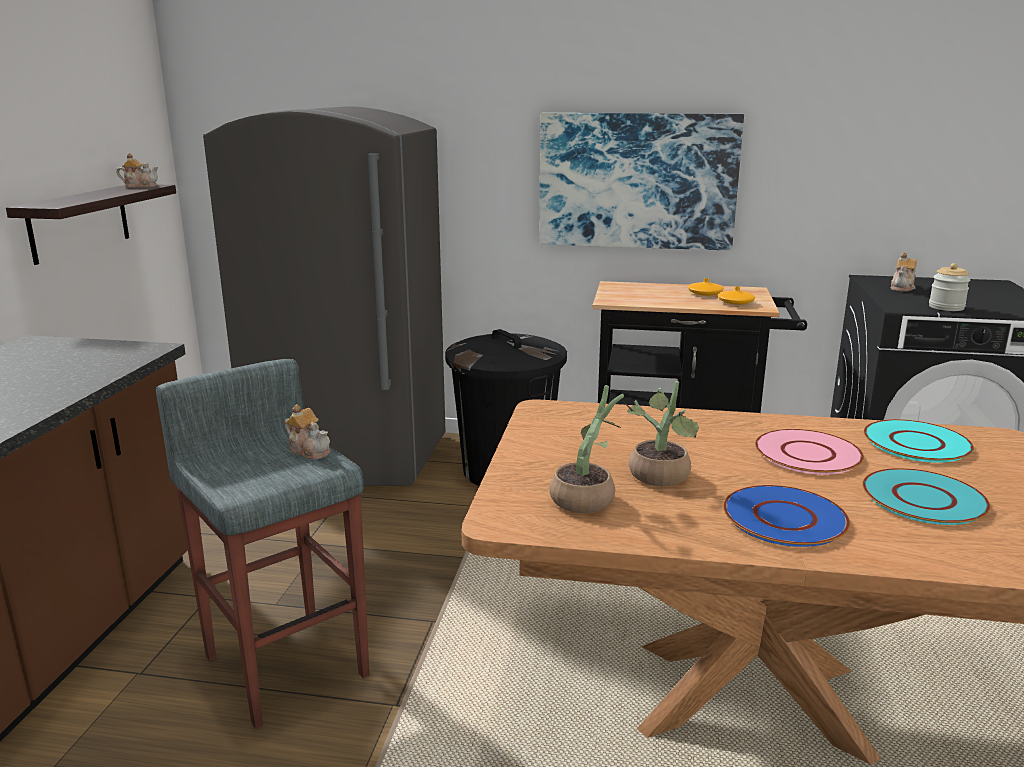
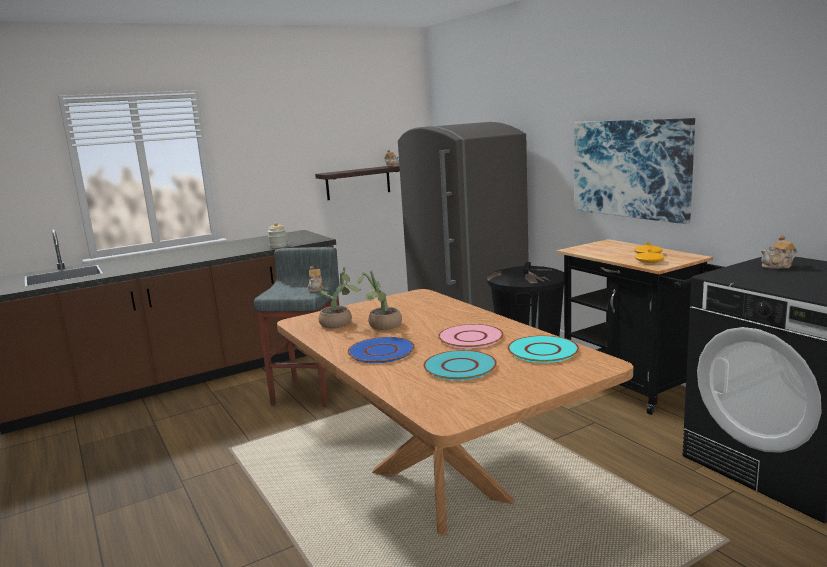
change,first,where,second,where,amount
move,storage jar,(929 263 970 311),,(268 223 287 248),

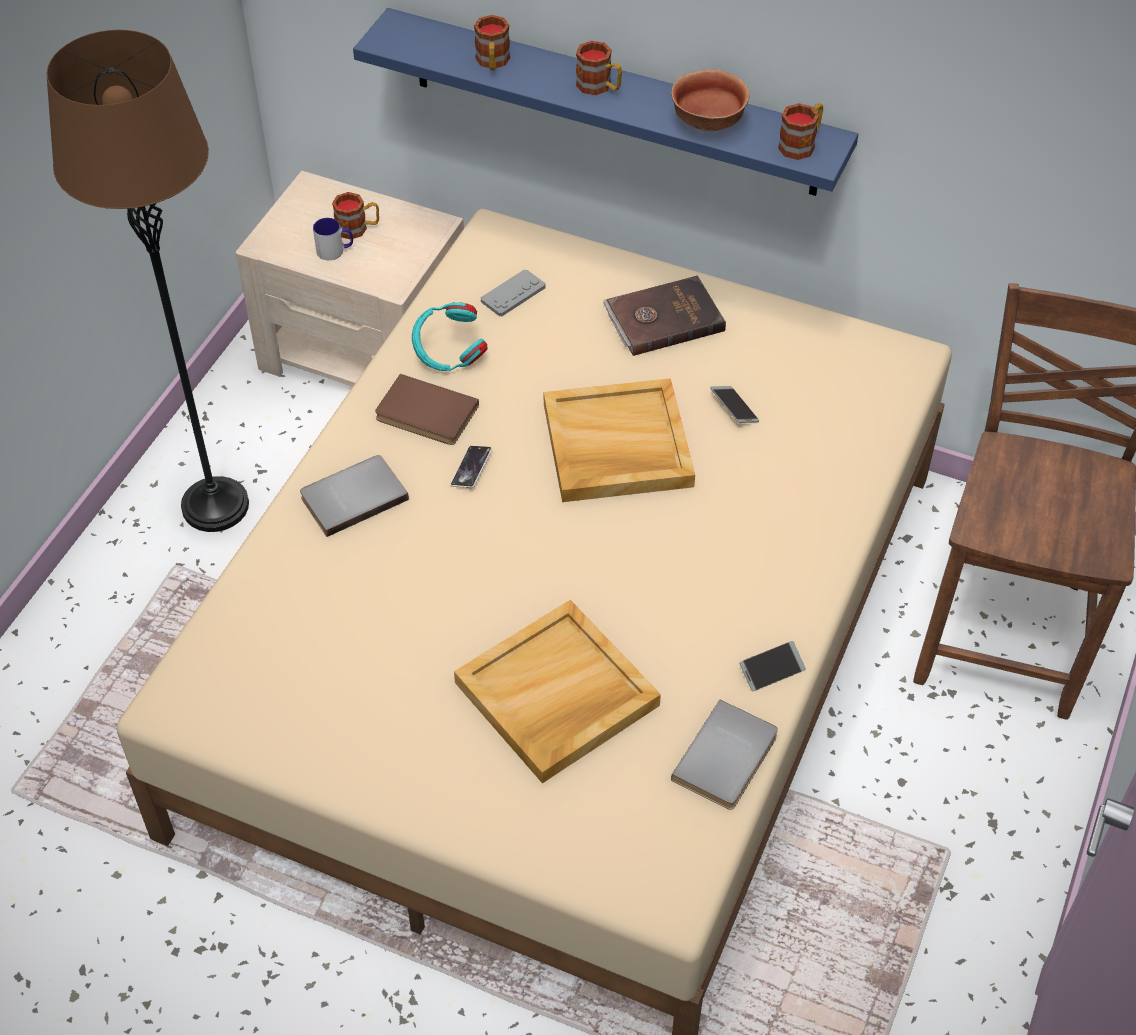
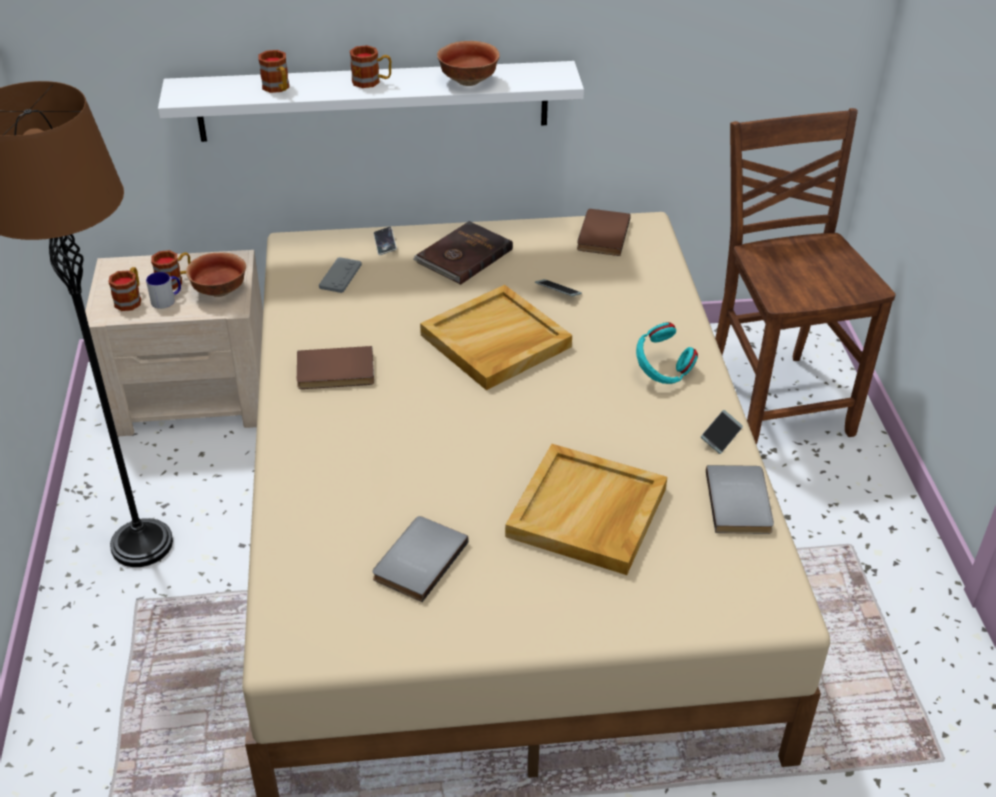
change,first,where,second,where,amount
move,grey book,(300 455 409 537),,(372 516 469 602),
recolor,blue-coloured shelf,(353 8 858 196),white-coloured shelf,(158 61 584 142),
move,blue-green headset,(412 302 487 371),,(636 322 698 384),
move,handset,(450 446 492 488),,(373 227 397 255),
move,coffee mug,(778 103 823 160),,(109 267 141 311),
insert,,,serving bowl,(186 252 246 297),
insert,,,brownish book,(577 209 631 256),

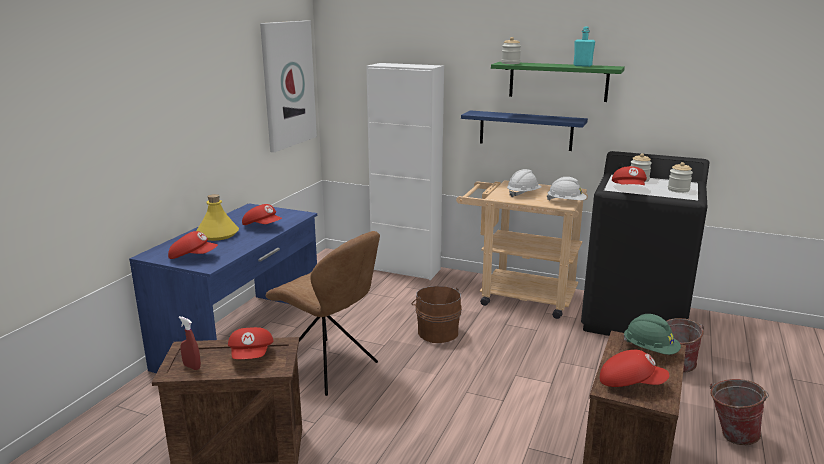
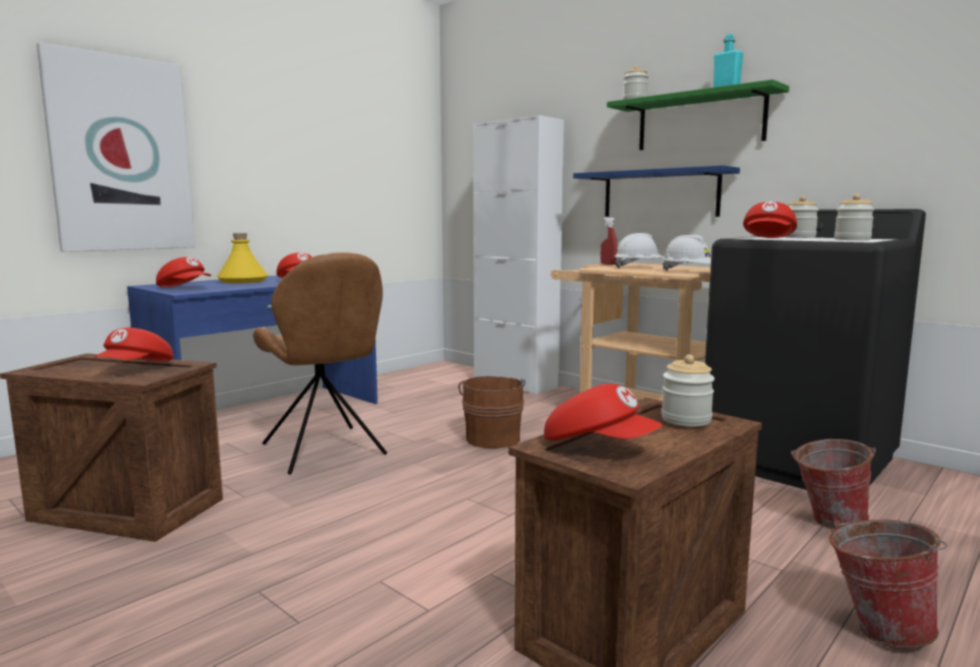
change,first,where,second,where,amount
move,reddish spray bottle,(179 316 201 370),,(600 217 617 265),
move,picture,(260 20 317 152),,(37 42 195 252),
replace,green-coloured work helmet,(624 314 681 355),storage jar,(661 354 715 427),

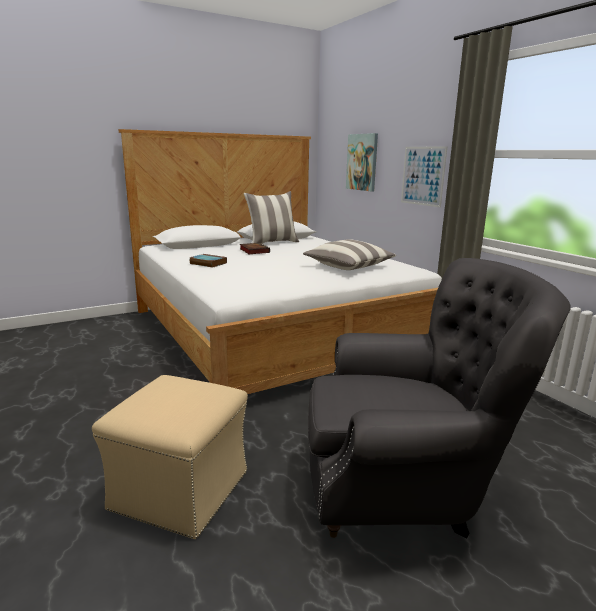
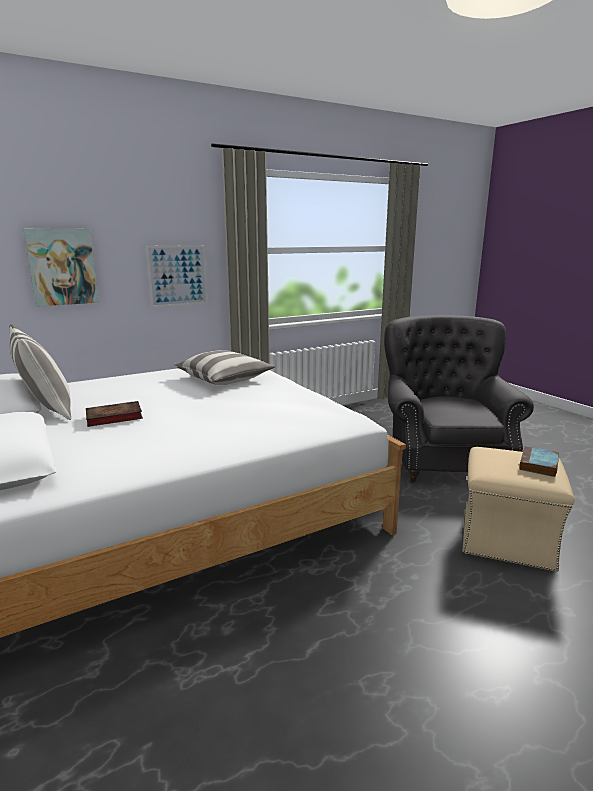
change,first,where,second,where,amount
move,book,(189 254 227 268),,(519 446 559 477),

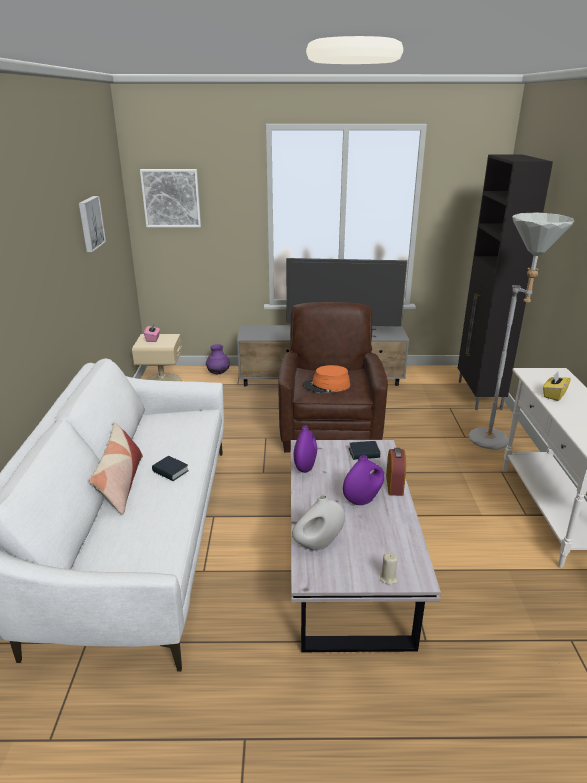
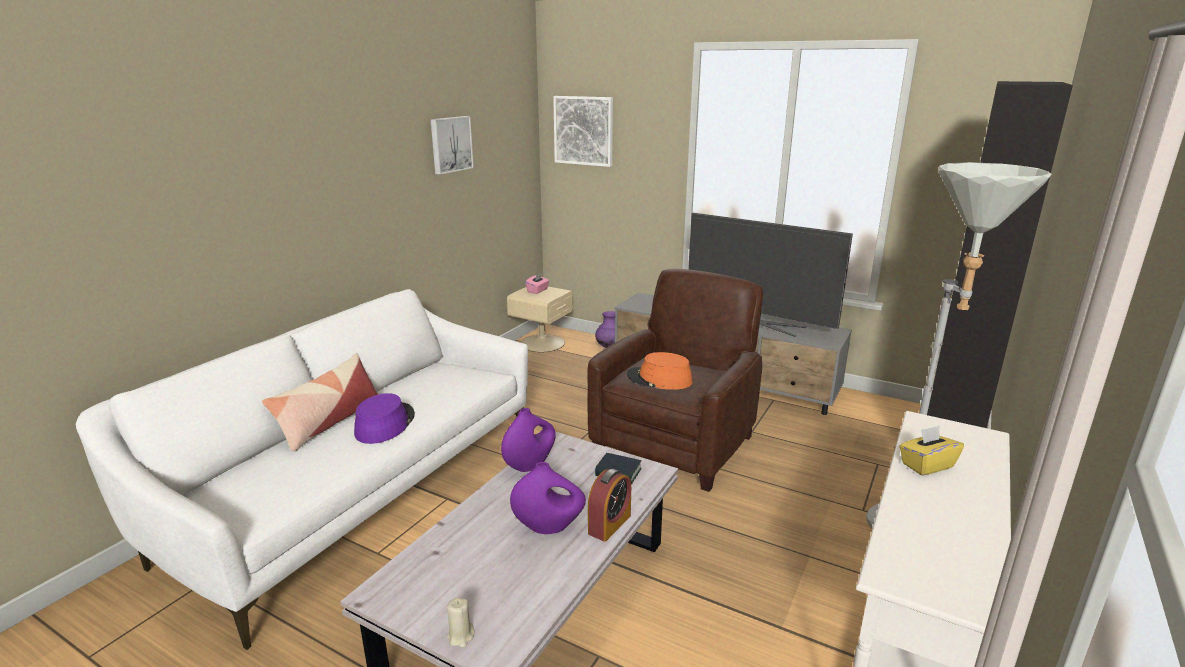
change,first,where,second,where,amount
replace,book,(152 456 189 481),purple-coloured hat,(354 393 415 444),
delete,white-coloured decorative vase,(292 495 345 551),,,

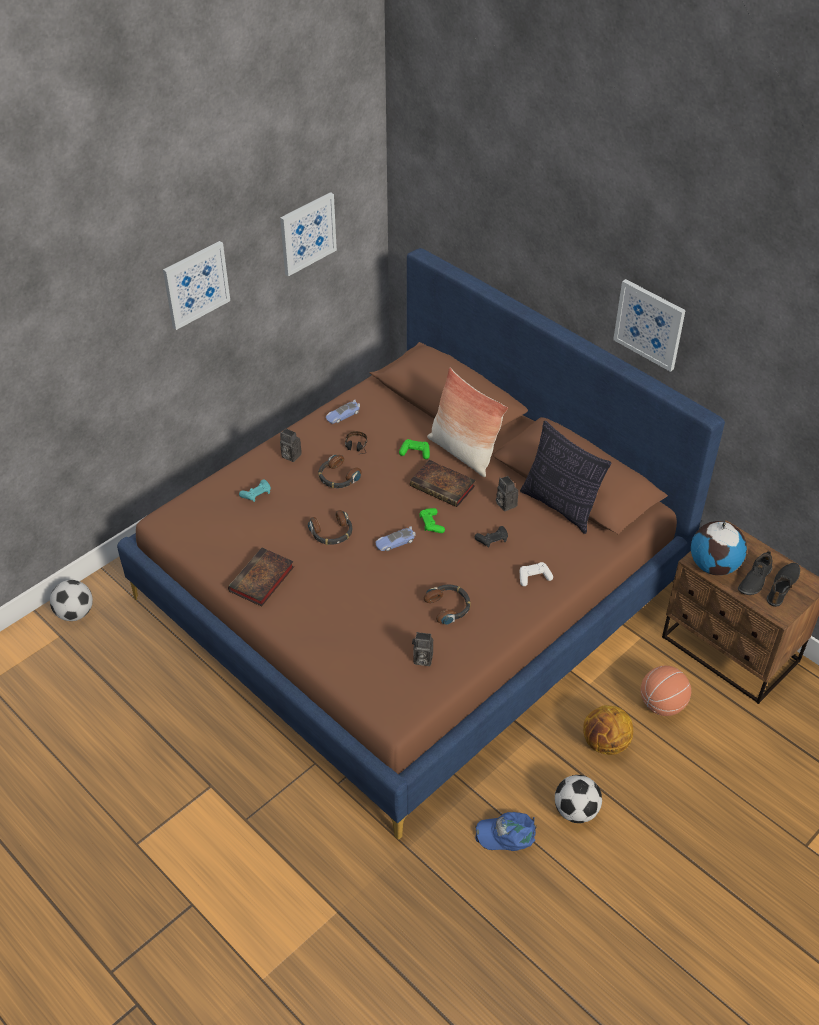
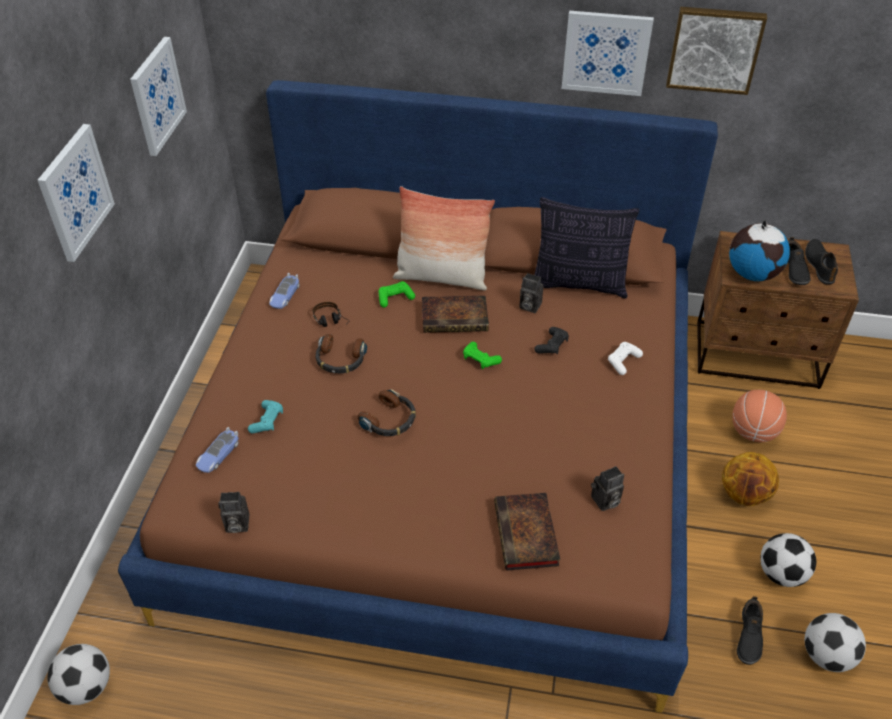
change,first,where,second,where,amount
move,book,(228 547 294 607),,(494 493 560 571),
move,photo camera,(280 428 302 462),,(218 492 249 533),
move,model car,(375 527 415 551),,(196 427 239 473),
delete,headset,(424 585 471 625),,,
replace,blue-coloured cap,(475 812 536 851),black-coloured shoe,(737 596 763 665),
insert,,,picture,(666 7 767 95),
insert,,,football ball,(805 613 866 672),

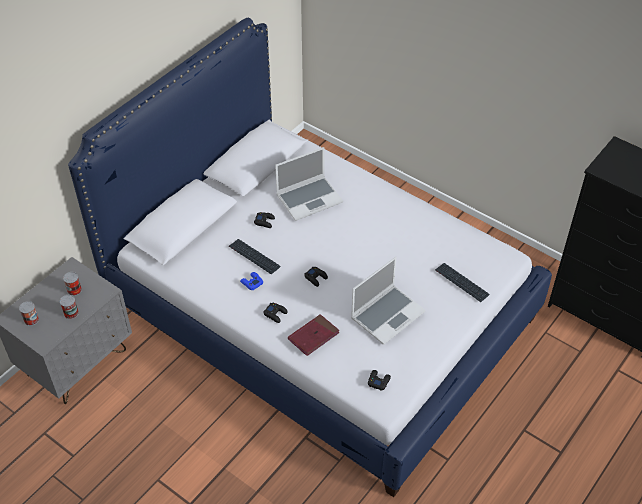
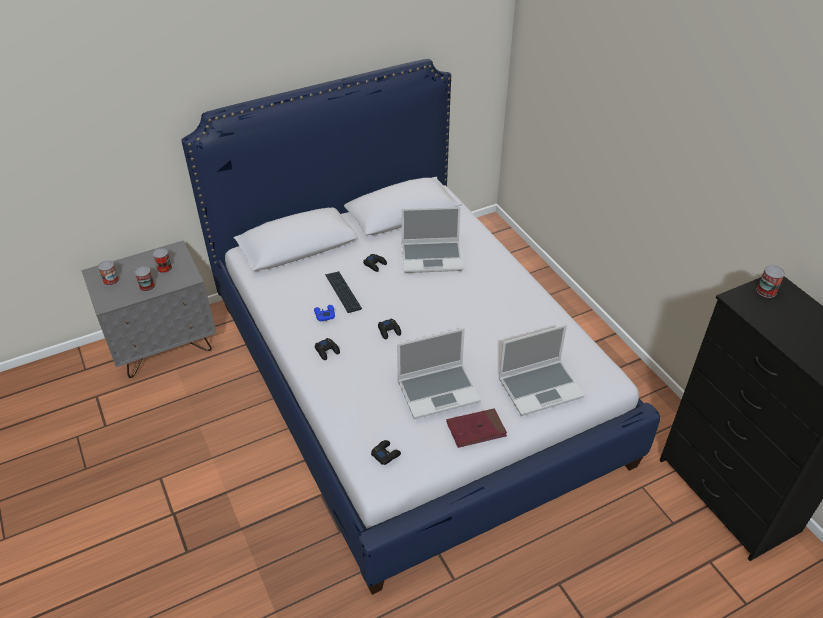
change,first,where,second,where,amount
move,reddish book,(288 314 339 356),,(447 408 507 448),
replace,computer keyboard,(435 263 489 302),notebook computer,(499 325 584 416),
insert,,,metal can,(757 265 785 298),

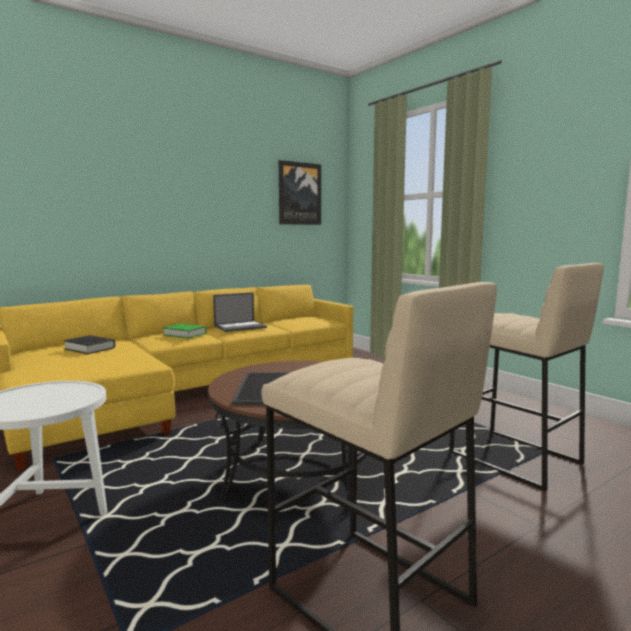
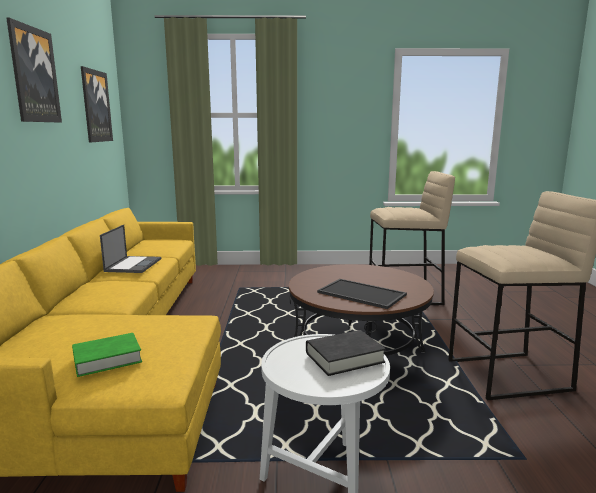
change,first,where,second,where,amount
move,black-coloured book,(64 335 115 354),,(306 330 386 376),
move,green-coloured book,(163 324 207 339),,(72 333 142 377),
insert,,,picture,(6 18 62 122),

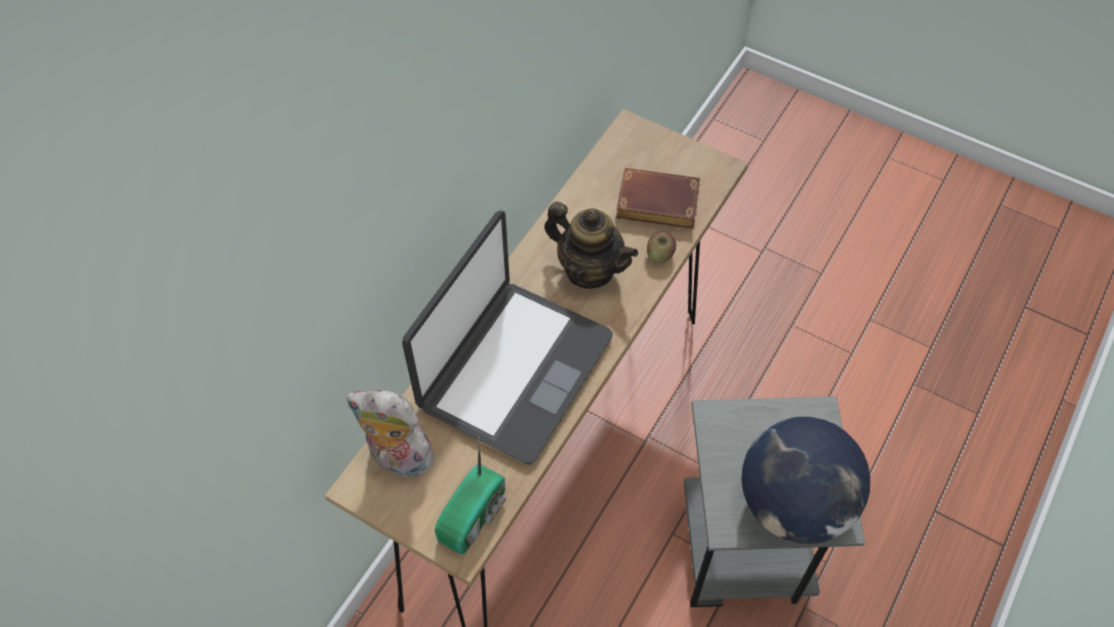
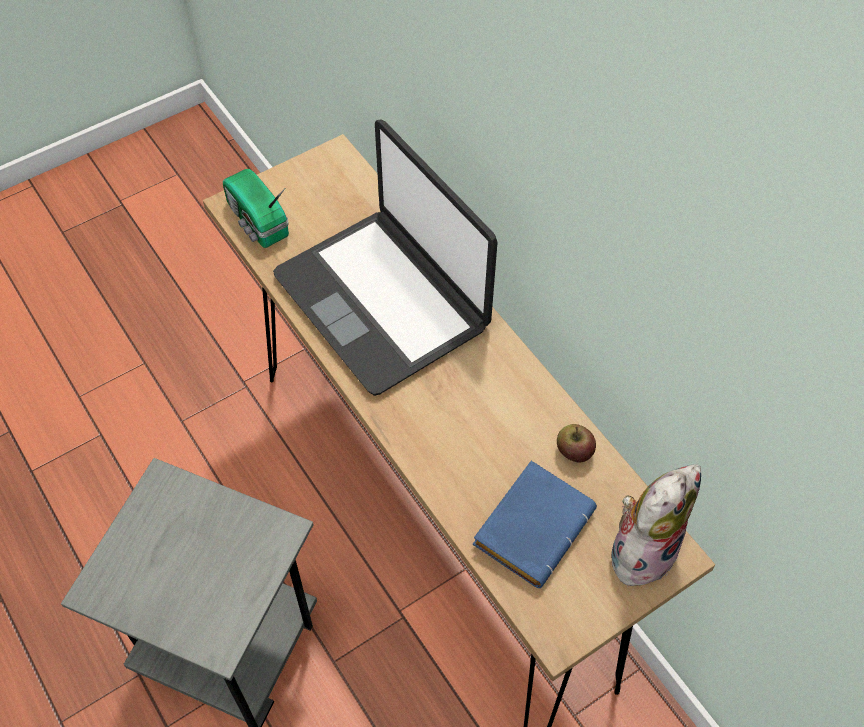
change,first,where,second,where,amount
move,cuddly toy,(346 390 439 477),,(611 464 701 586),
delete,tea pot,(544 201 638 289),,,
recolor,brownish book,(616 168 700 229),blue-coloured book,(472 461 597 588),
move,apple,(647 231 676 263),,(557 424 596 463),
delete,desk globe,(741 417 870 544),,,

